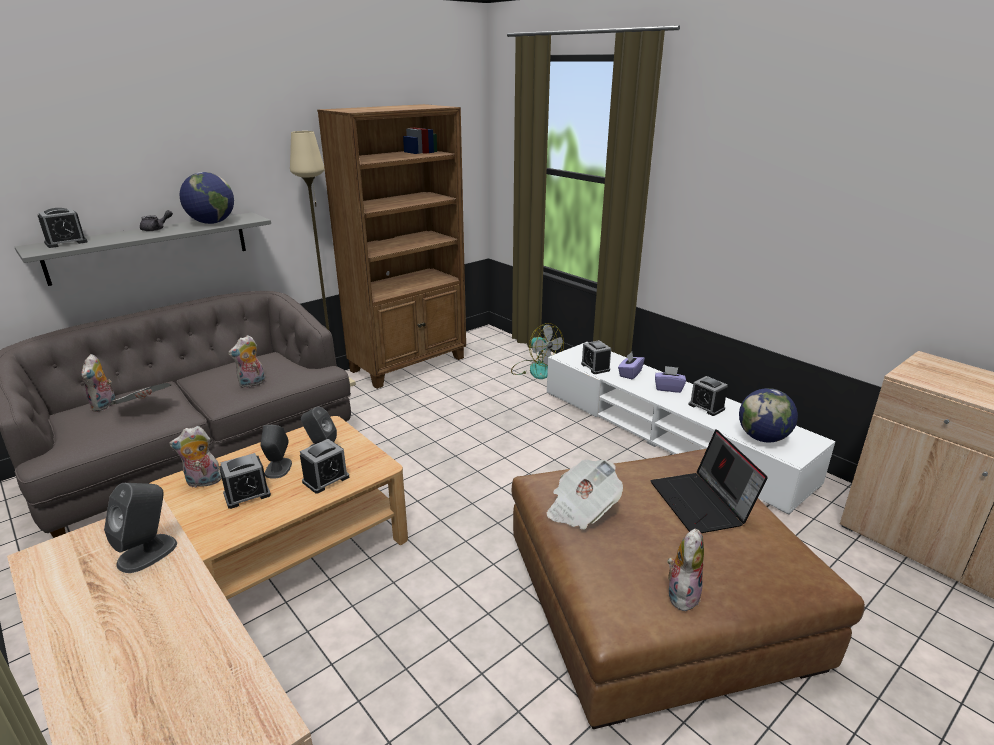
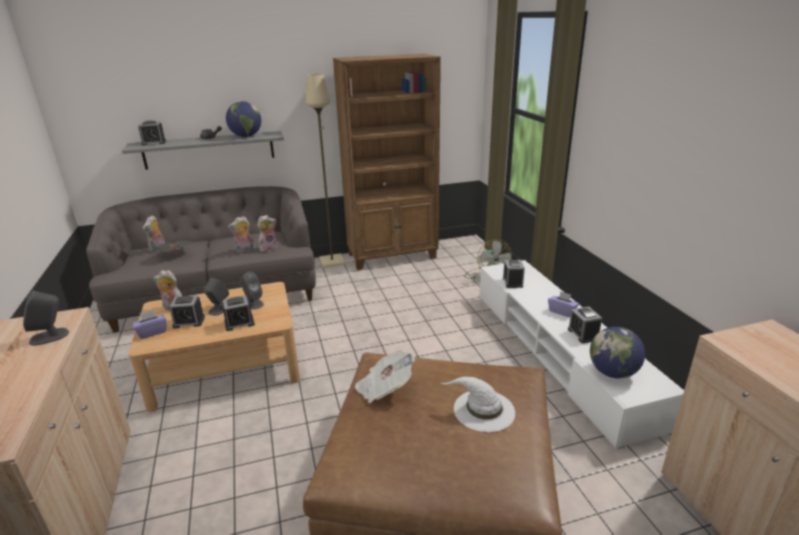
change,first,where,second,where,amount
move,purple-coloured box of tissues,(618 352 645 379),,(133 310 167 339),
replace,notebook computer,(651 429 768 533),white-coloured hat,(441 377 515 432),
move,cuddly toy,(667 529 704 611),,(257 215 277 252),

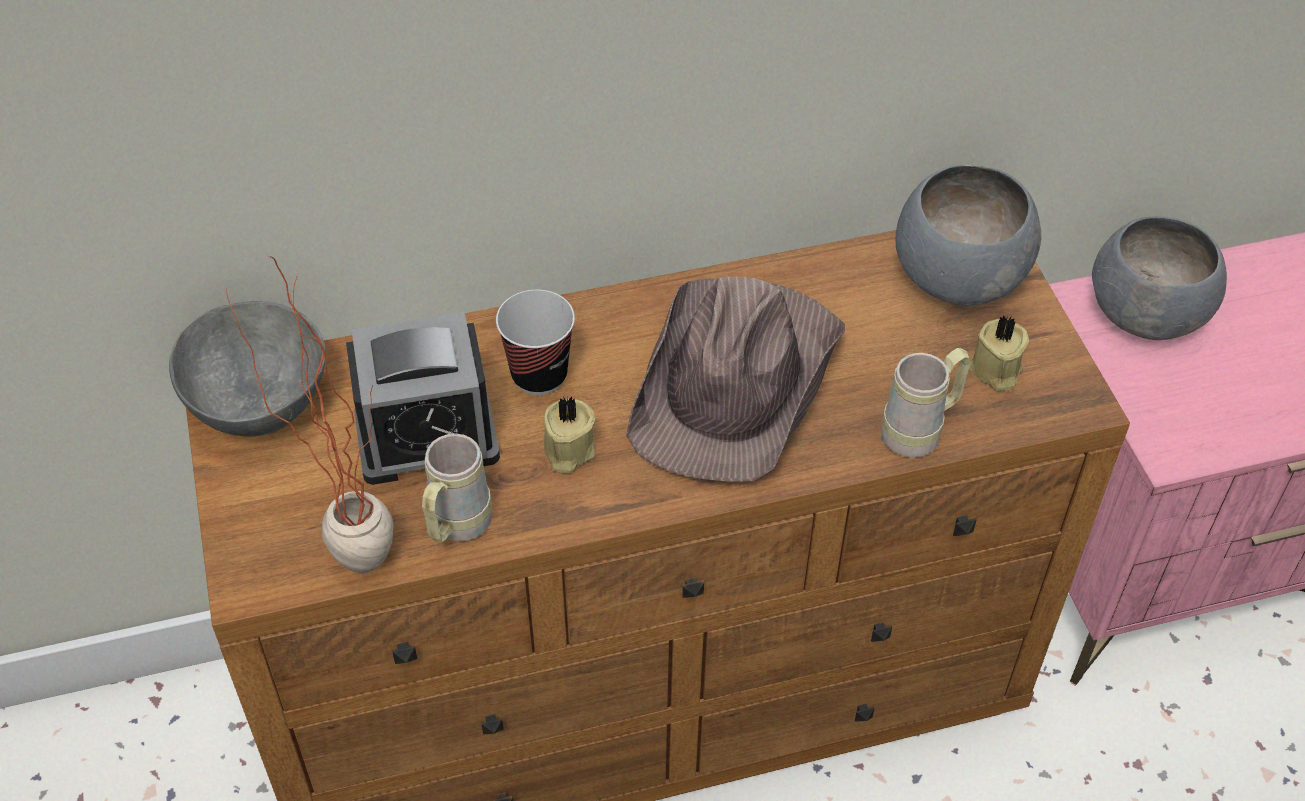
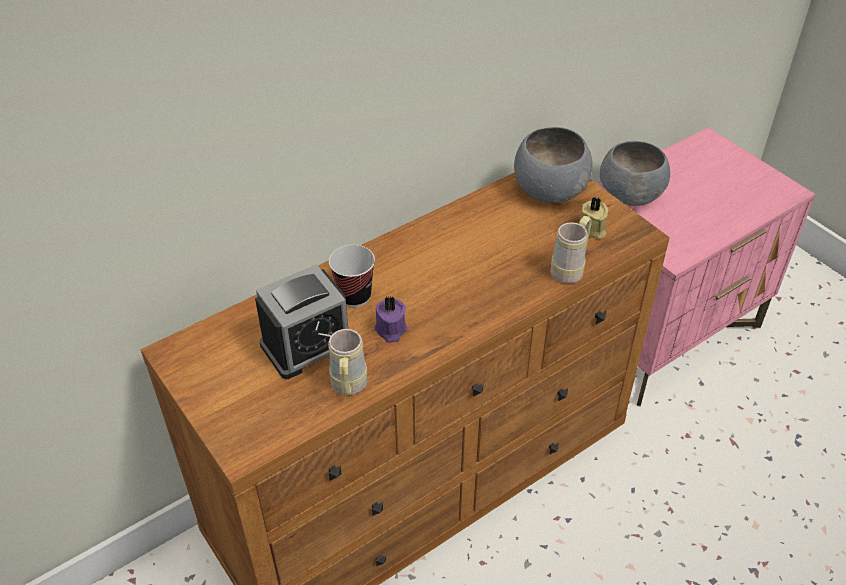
change,first,where,second,where,amount
delete,grey serving bowl,(169 301 326 437),,,
delete,houseplant,(226 256 393 573),,,
recolor,sand-coloured candle,(543 396 596 474),purple-coloured candle,(374 296 407 343),
delete,brownish hat,(626 276 845 482),,,

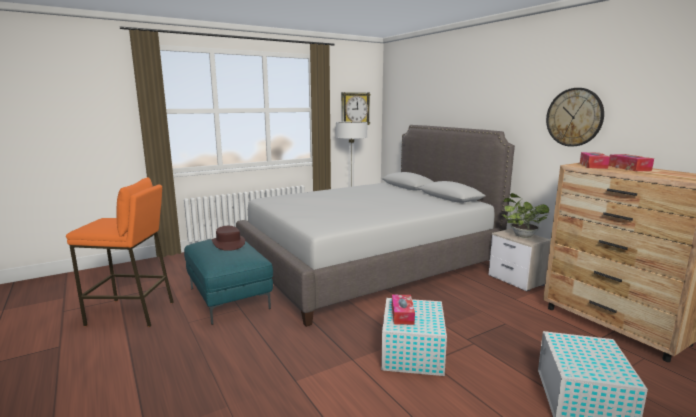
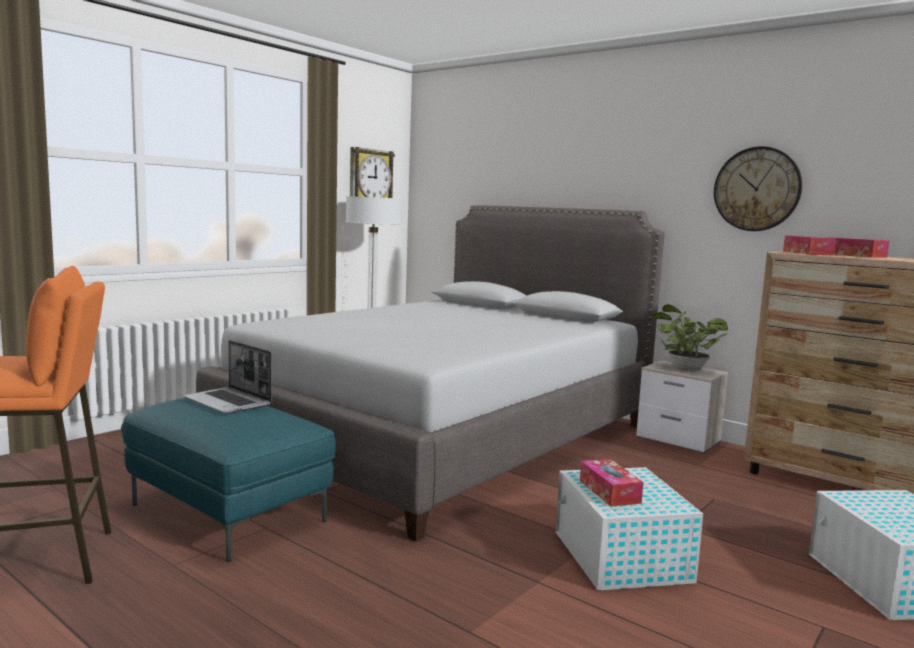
change,first,where,second,where,amount
replace,brownish hat,(212 226 245 251),notebook computer,(183 340 272 414),

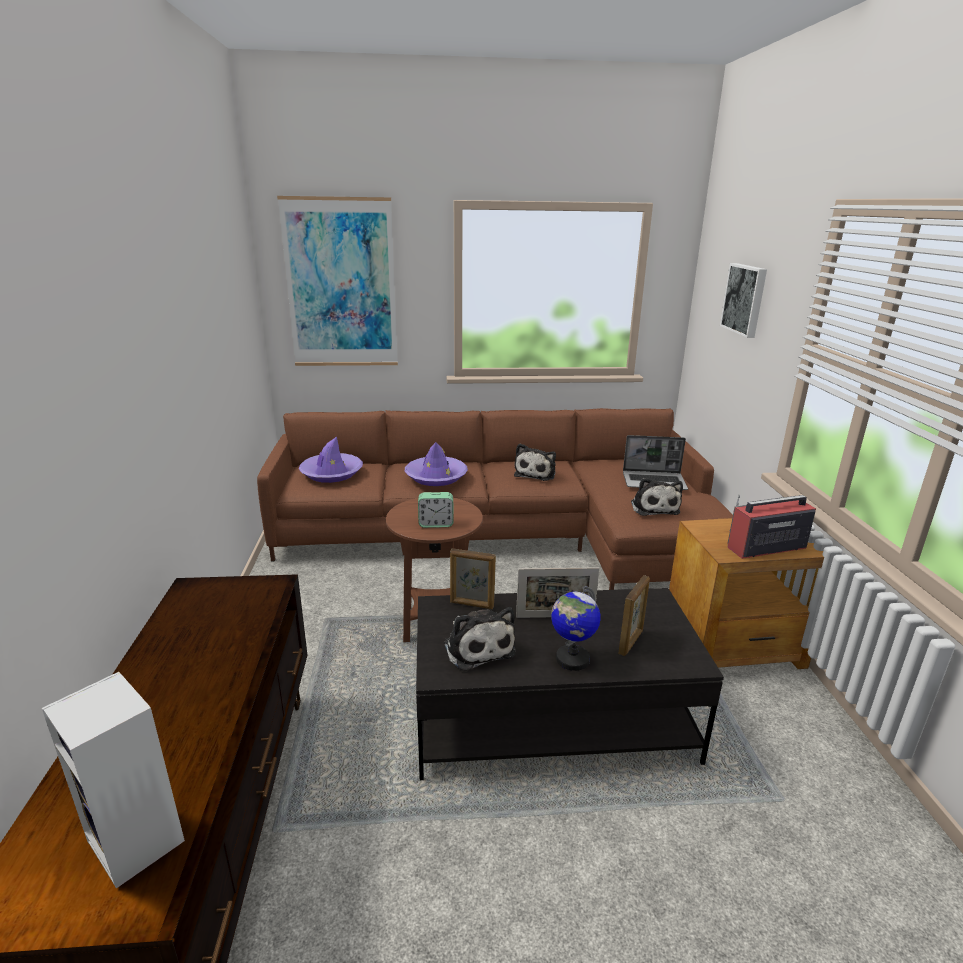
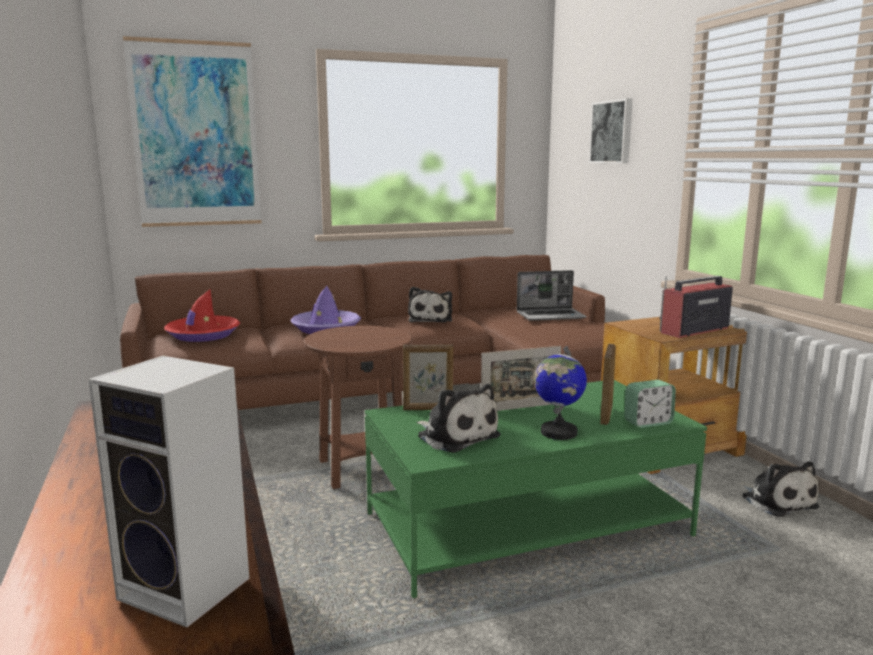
change,first,where,second,where,amount
recolor,purple-coloured hat,(299 437 363 483),reddish hat,(164 290 240 342),
recolor,black-coloured lounge table,(416 588 724 780),green-coloured lounge table,(365 380 707 598),
move,alarm clock,(418 492 453 528),,(624 380 676 428),
move,cuddly toy,(631 478 683 516),,(738 461 819 517),

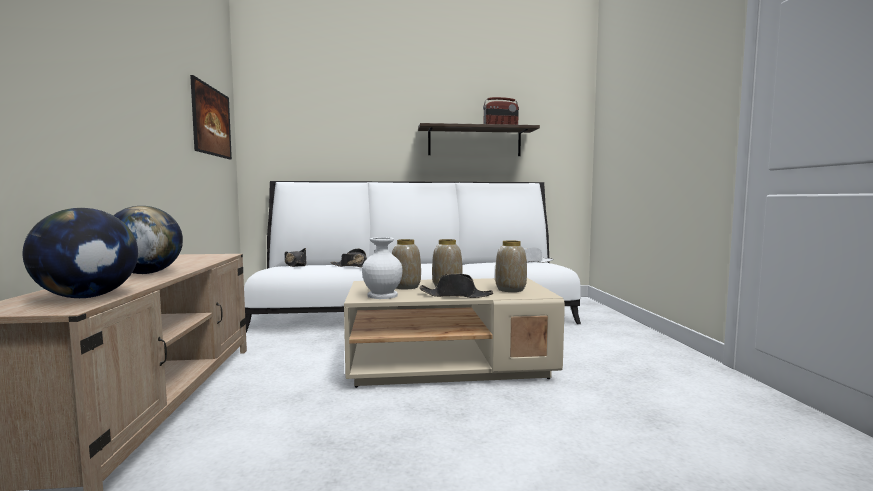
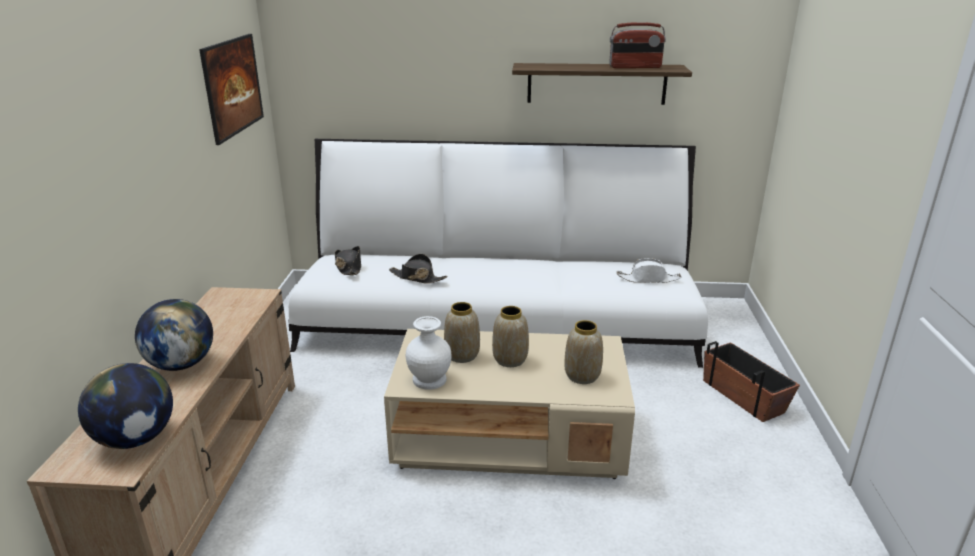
change,first,where,second,where,amount
delete,black-coloured hat,(419 274 493 298),,,
insert,,,plant pot,(703 341 800 422),

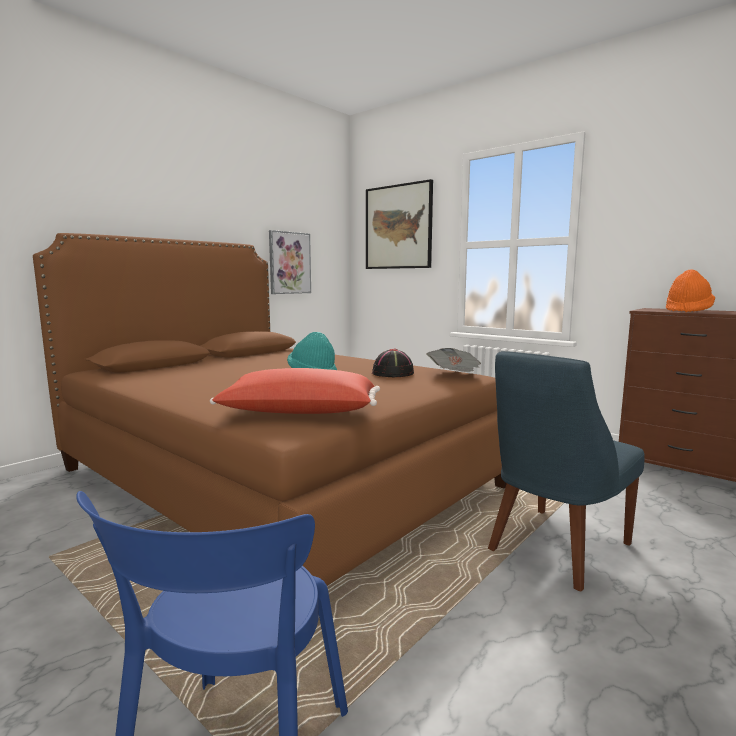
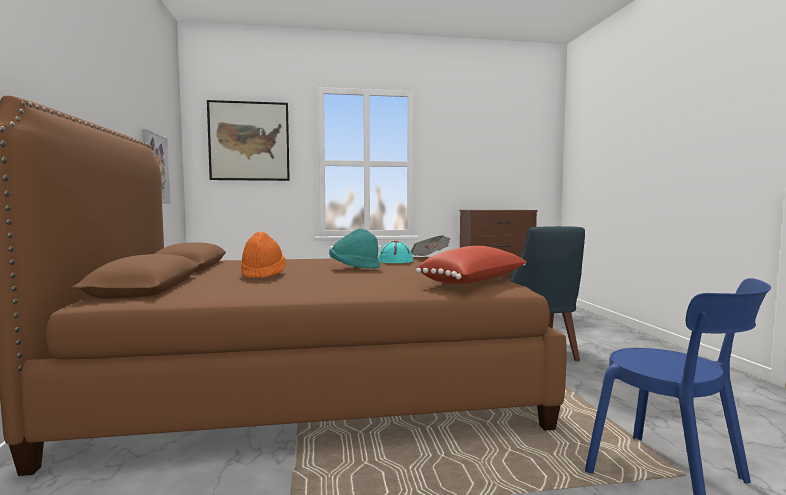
change,first,where,second,where,amount
recolor,black-coloured hat,(372 348 414 377),blue-green hat,(378 241 413 263),
move,orange hat,(666 269 715 312),,(241 232 286 279),

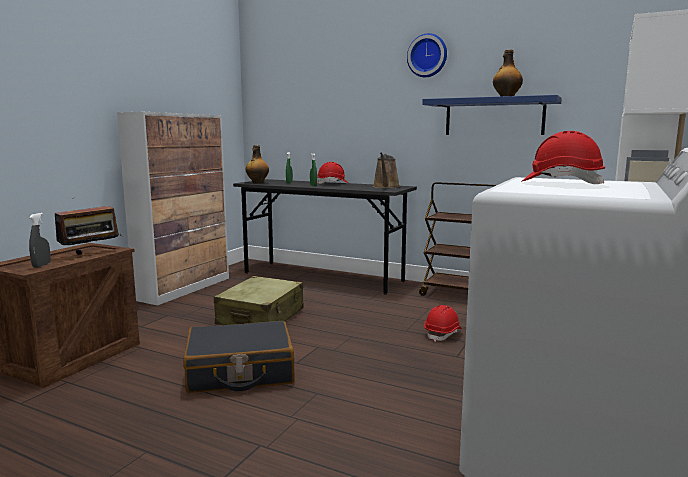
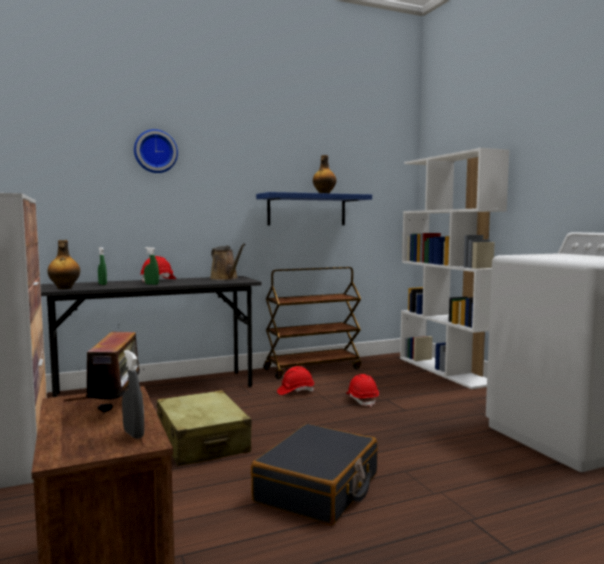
change,first,where,second,where,amount
move,wall clock,(407 33 447 77),,(134 129 178 173),
move,reddish work helmet,(521 131 605 184),,(277 366 314 395),

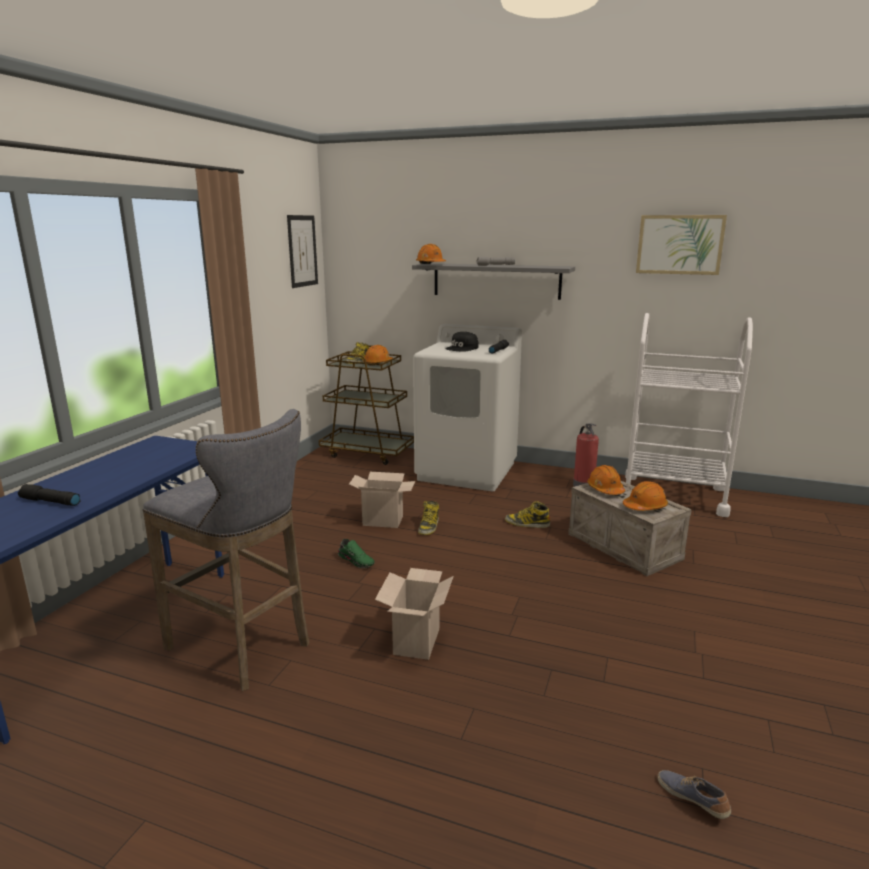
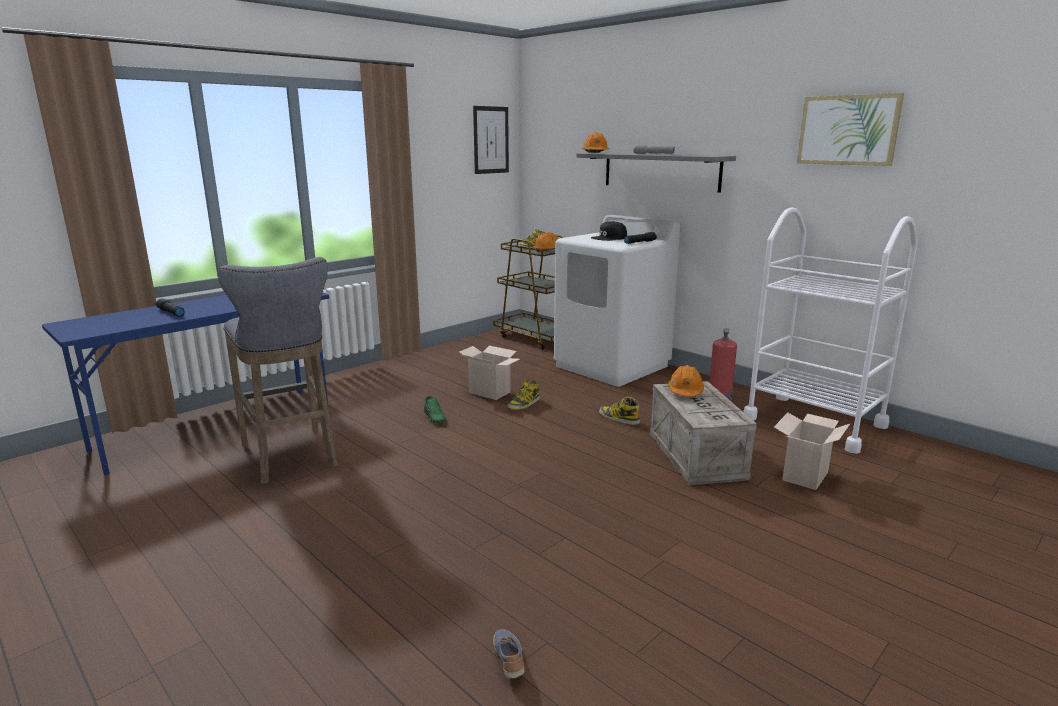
change,first,where,second,where,amount
move,carton,(375 568 454 660),,(774 413 850 490),
delete,orange work helmet,(623 481 668 511),,,

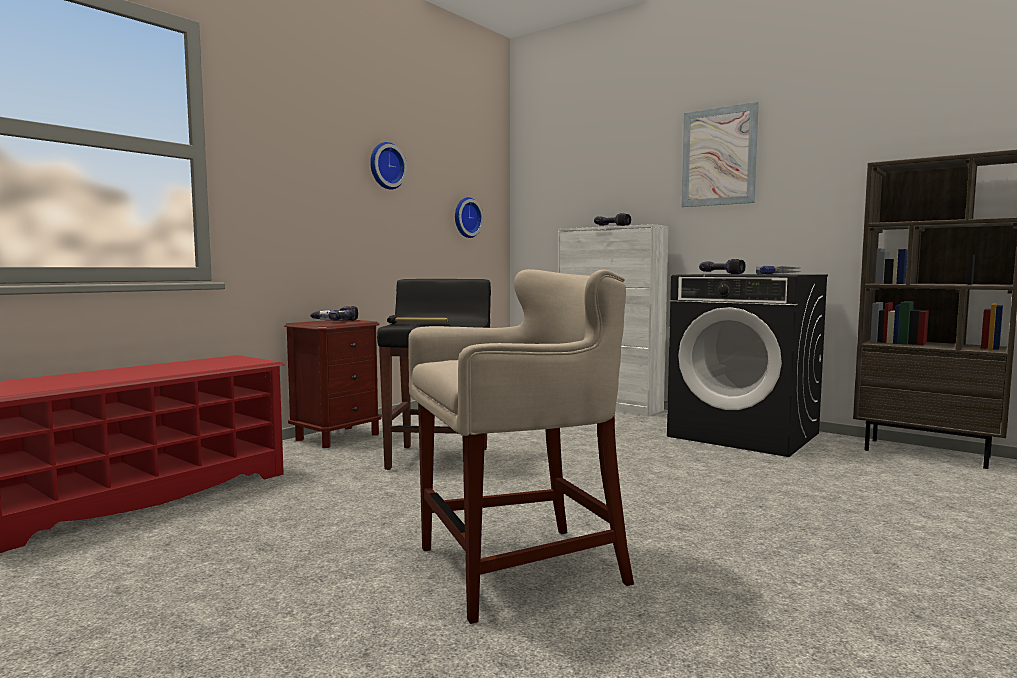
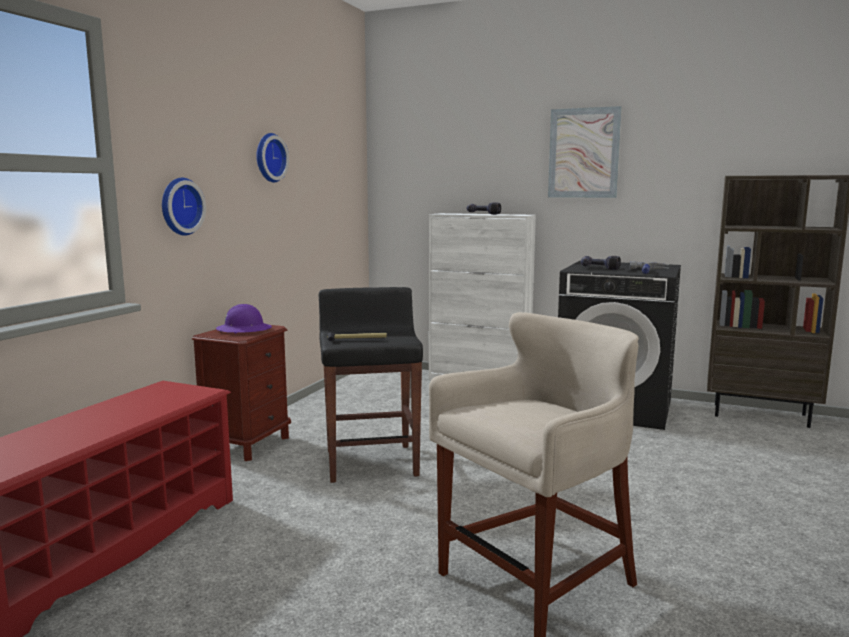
change,first,where,second,where,amount
replace,power drill,(310 306 358 321),purple-coloured work helmet,(216 304 272 334),
move,wall clock,(455 197 484 238),,(162 178 206 236),

